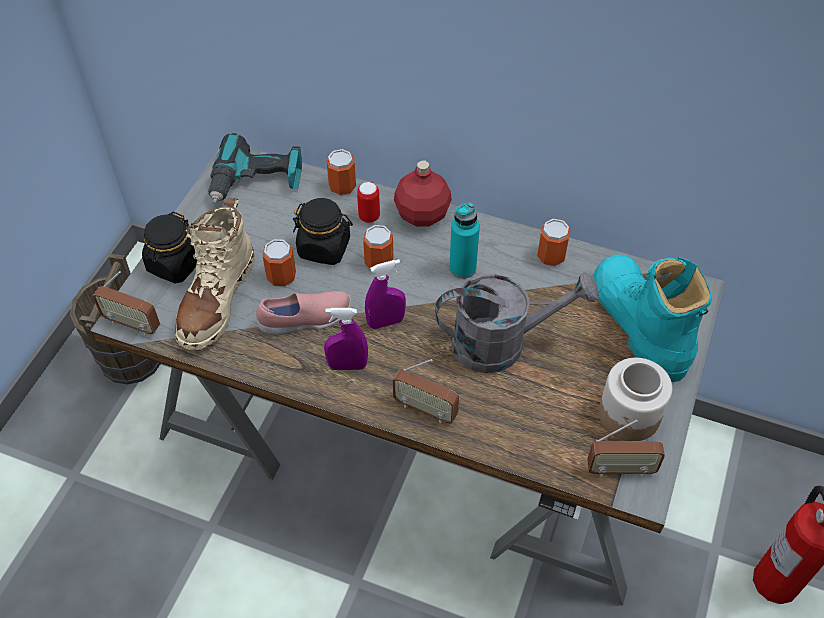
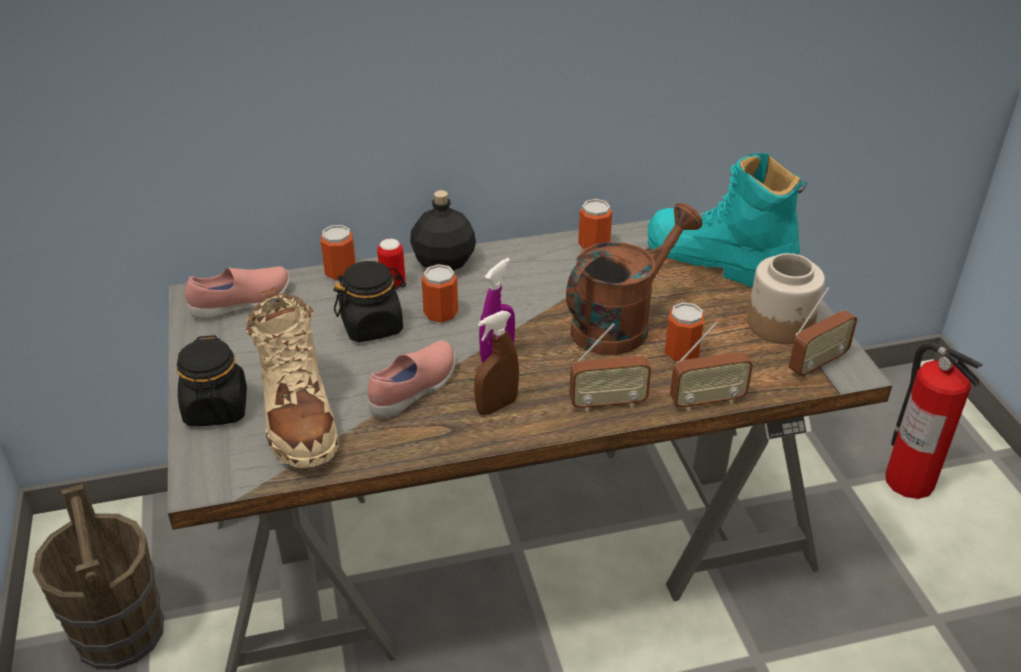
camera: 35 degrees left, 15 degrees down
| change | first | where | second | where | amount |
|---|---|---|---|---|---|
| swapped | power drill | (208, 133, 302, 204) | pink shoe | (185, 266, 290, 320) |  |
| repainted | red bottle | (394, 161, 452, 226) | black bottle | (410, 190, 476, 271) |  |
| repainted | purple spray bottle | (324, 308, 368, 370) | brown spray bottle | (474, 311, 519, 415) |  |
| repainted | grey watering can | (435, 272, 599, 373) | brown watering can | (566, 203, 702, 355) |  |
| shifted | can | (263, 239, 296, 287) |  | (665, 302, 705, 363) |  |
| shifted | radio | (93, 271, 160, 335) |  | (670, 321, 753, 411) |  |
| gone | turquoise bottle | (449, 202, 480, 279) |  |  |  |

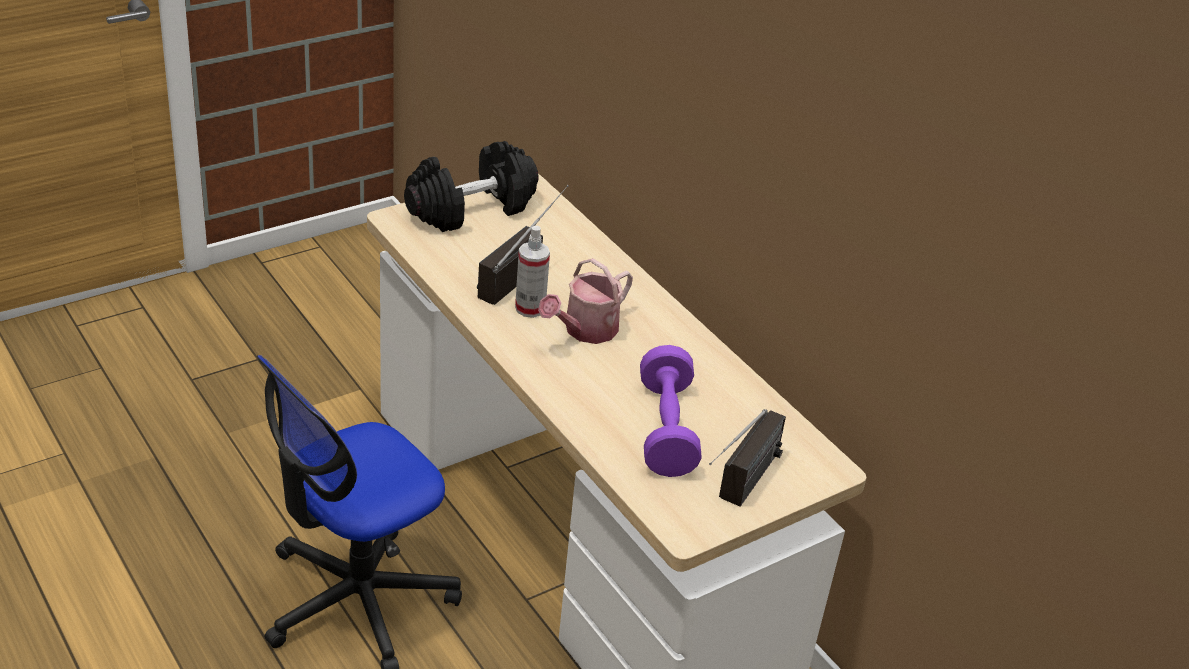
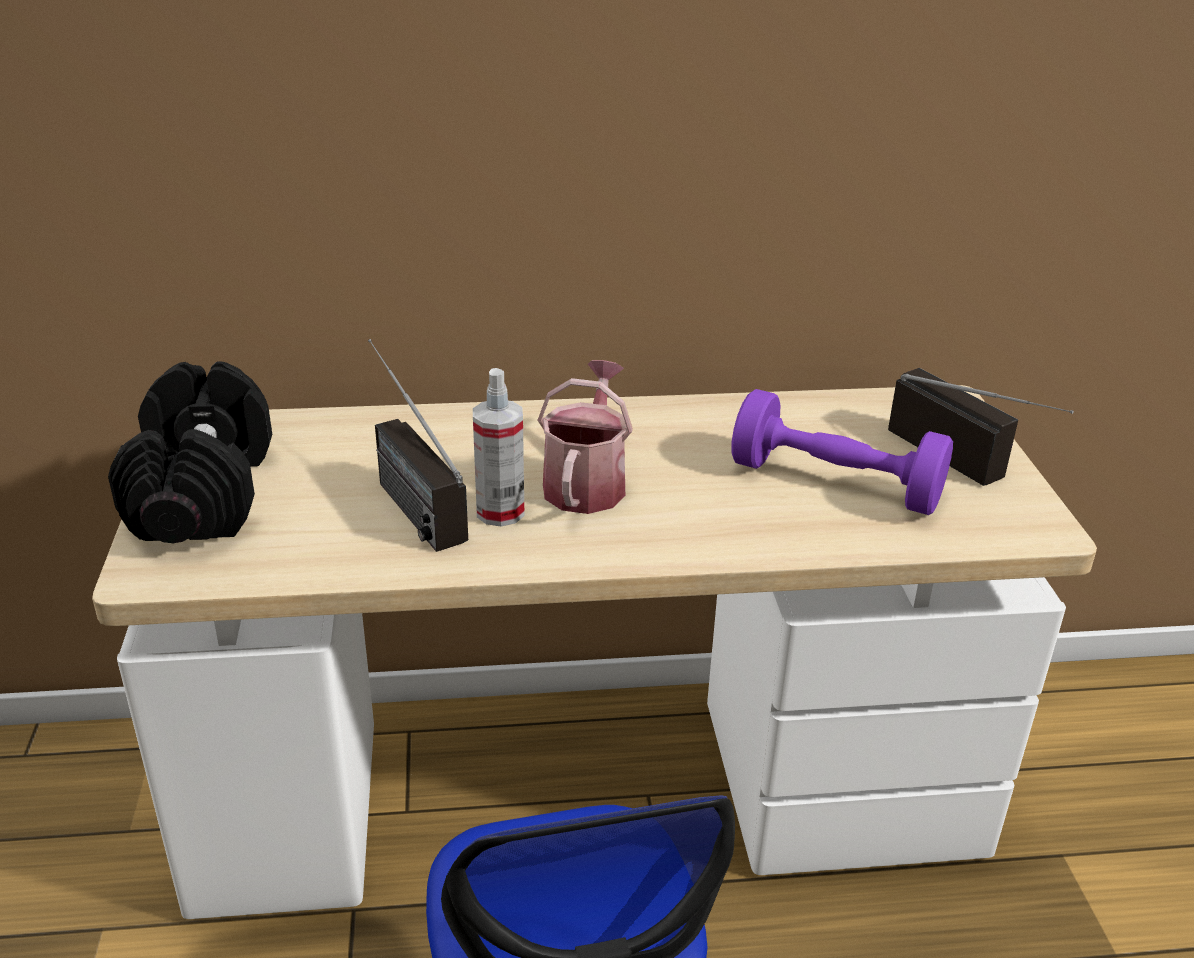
camera: 60 degrees left, 5 degrees down
| change | first | where | second | where | amount |
|---|---|---|---|---|---|
| rotated | watering can | (538, 258, 633, 344) |  | (537, 360, 633, 514) | 150 degrees counterclockwise |

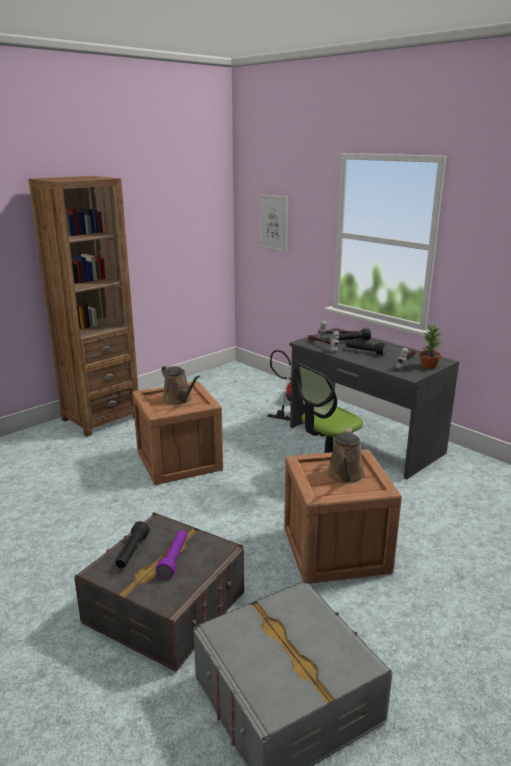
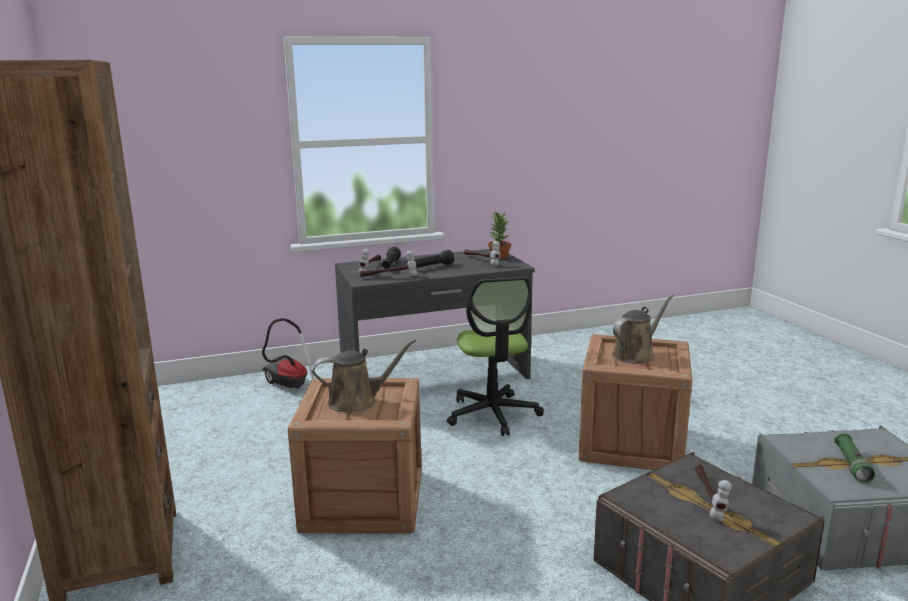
camera: 65 degrees left, 5 degrees down
| change | first | where | second | where | amount |
|---|---|---|---|---|---|
| rotated | brown watering can | (327, 428, 365, 483) |  | (612, 294, 674, 363) | 75 degrees counterclockwise |
| swapped | purple flashlight | (156, 530, 187, 579) | hammer | (695, 465, 732, 521) |  |
| new |  |  | green flashlight | (834, 433, 875, 483) |  |
| gone | black flashlight | (116, 521, 150, 568) |  |  |  |
| gone | picture | (260, 194, 288, 253) |  |  |  |

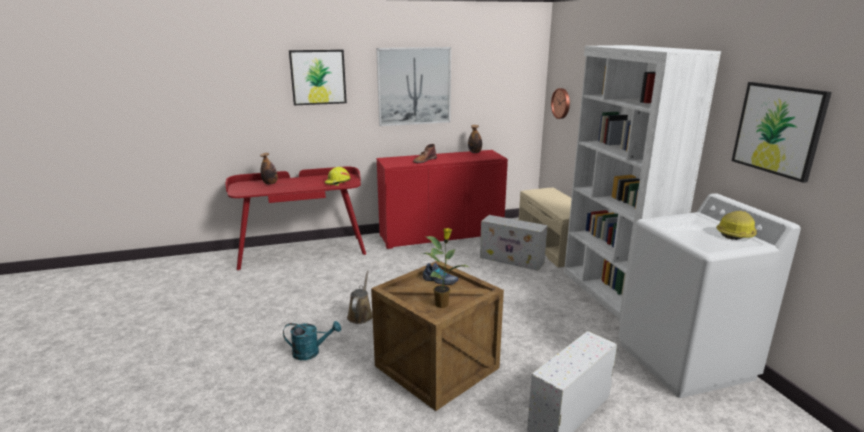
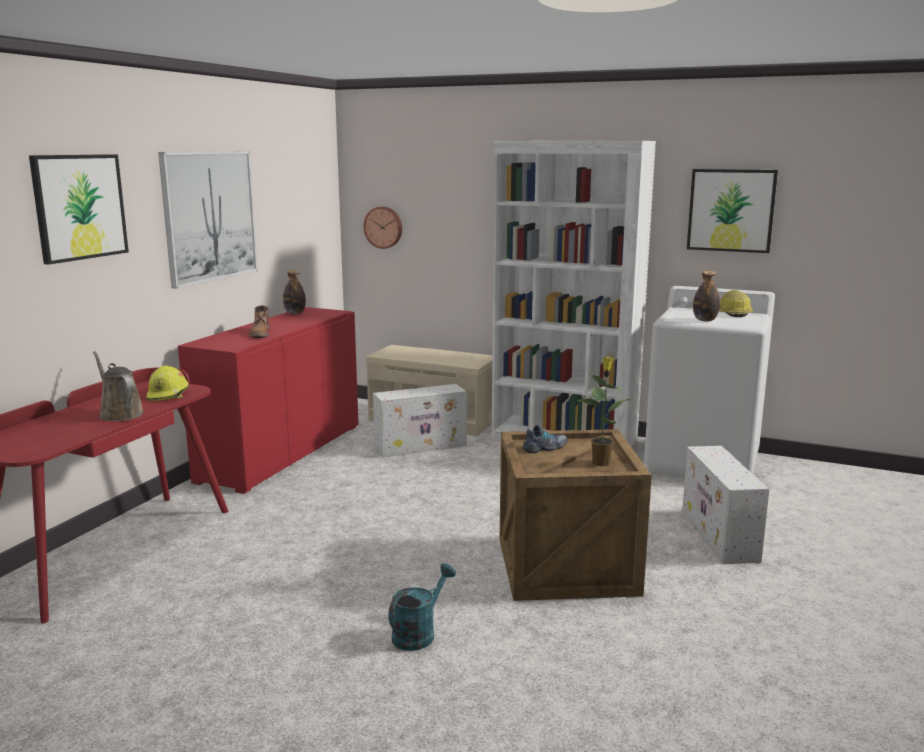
camera: 50 degrees left, 5 degrees down
| change | first | where | second | where | amount |
|---|---|---|---|---|---|
| shifted | brown watering can | (347, 271, 373, 324) |  | (93, 351, 144, 421) |  |
| shifted | bottle | (260, 153, 278, 184) |  | (693, 270, 720, 321) |  |

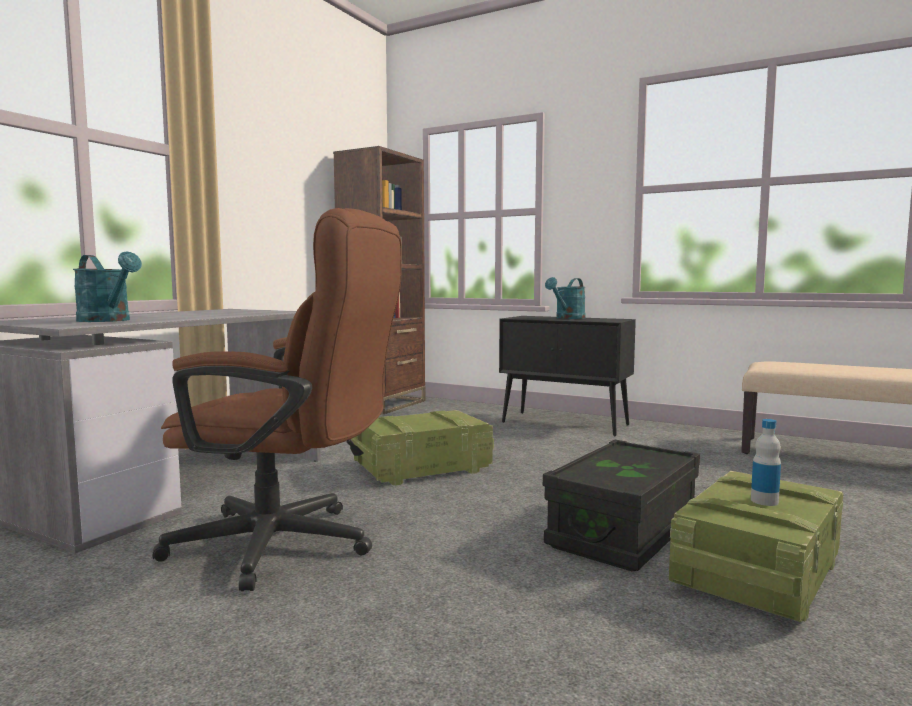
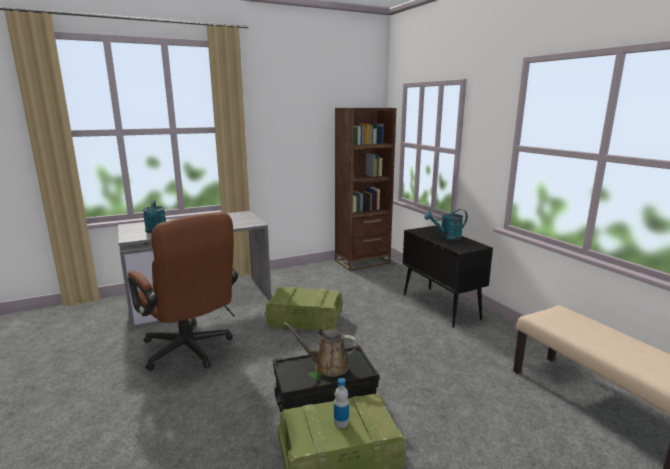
camera: 35 degrees right, 10 degrees up
| change | first | where | second | where | amount |
|---|---|---|---|---|---|
| new |  |  | brown watering can | (284, 322, 358, 377) |  |

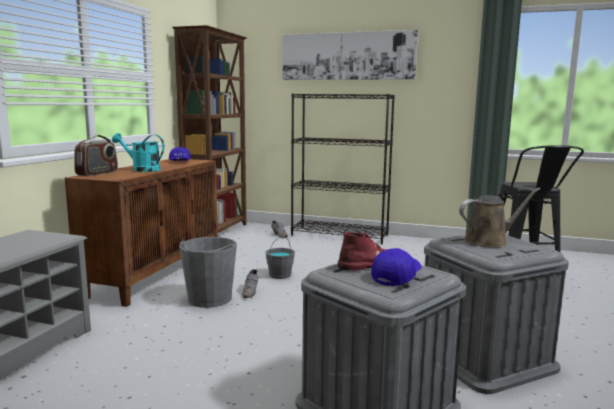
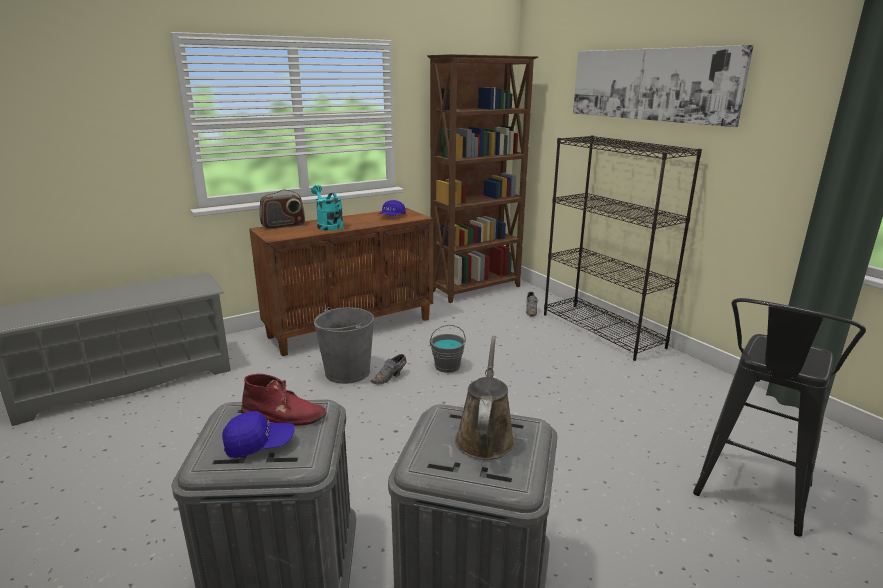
camera: 40 degrees right, 10 degrees up
| change | first | where | second | where | amount |
|---|---|---|---|---|---|
| rotated | brown watering can | (459, 188, 541, 247) |  | (455, 336, 515, 460) | 105 degrees counterclockwise |

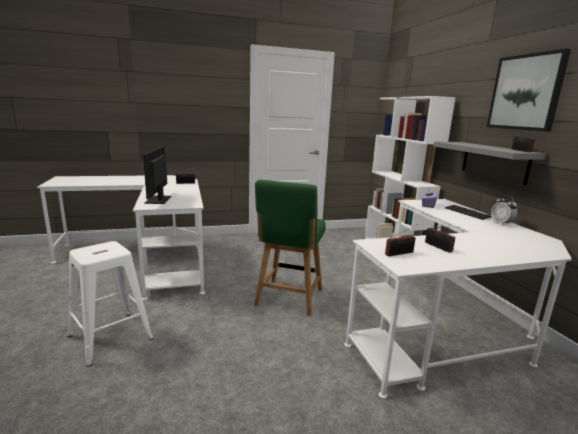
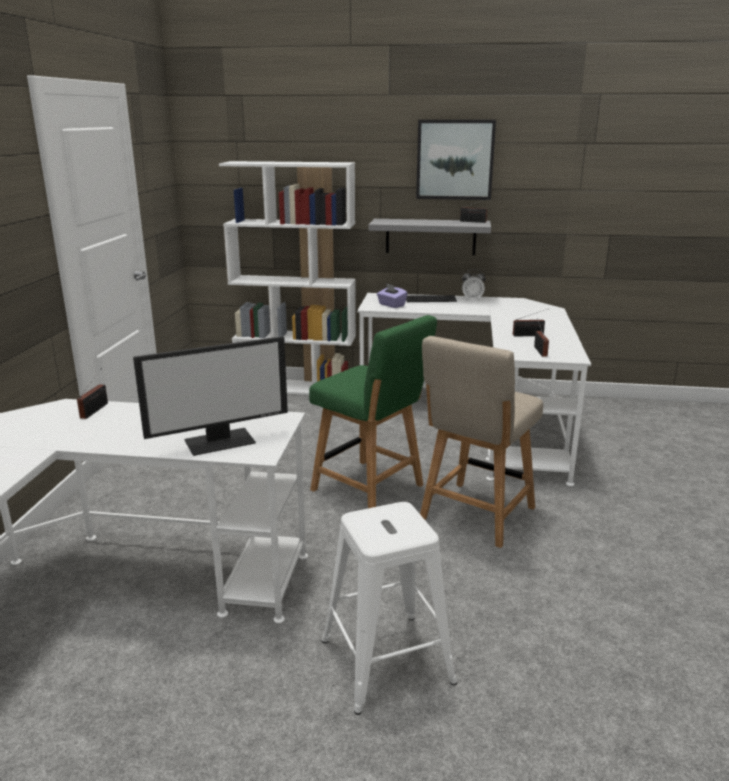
camera: 65 degrees left, 5 degrees up
| change | first | where | second | where | amount |
|---|---|---|---|---|---|
| rotated | monitor | (143, 146, 172, 204) |  | (133, 336, 288, 456) | 45 degrees counterclockwise |
| new |  |  | beige chair | (420, 336, 543, 548) |  |

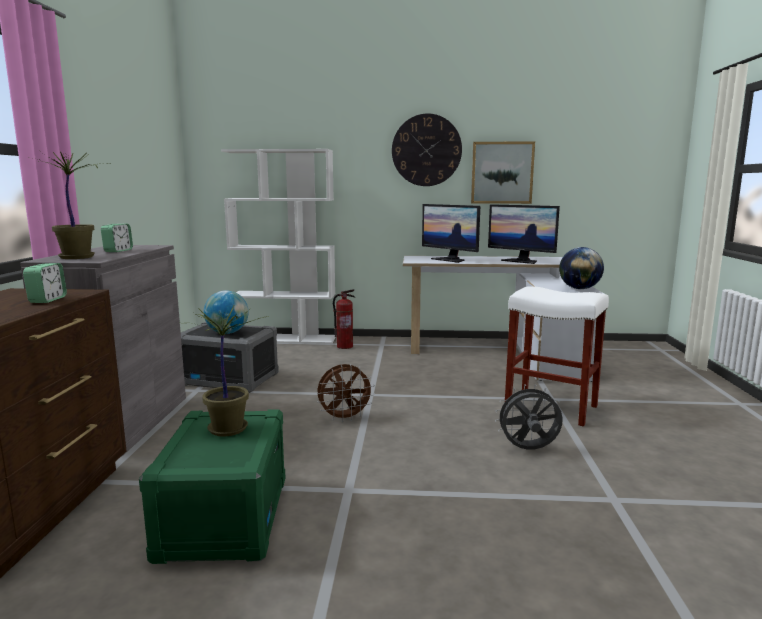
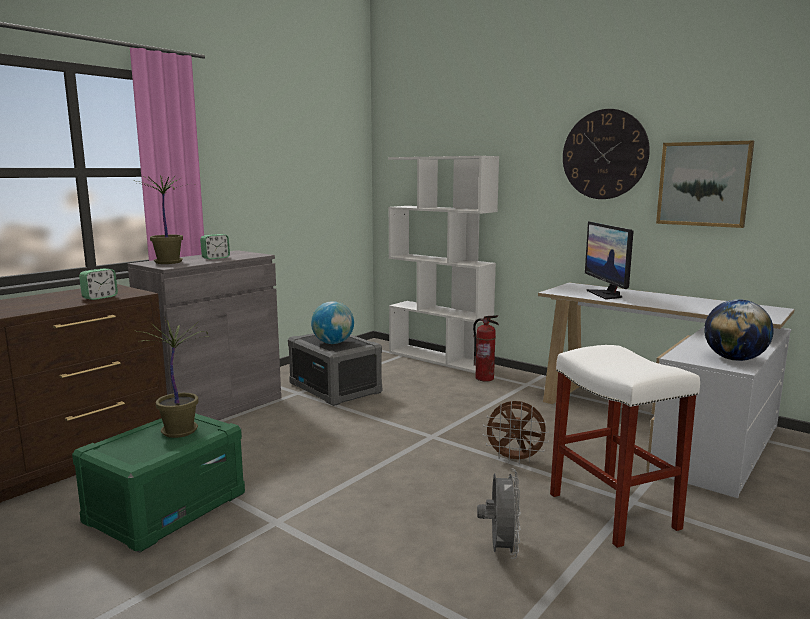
camera: 35 degrees right, 0 degrees up
| change | first | where | second | where | amount |
|---|---|---|---|---|---|
| rotated | grey fan | (495, 384, 563, 449) |  | (477, 468, 521, 559) | 60 degrees clockwise |
| shifted | brown fan | (317, 364, 375, 422) |  | (483, 401, 549, 464) |  |
| gone | monitor | (488, 204, 560, 264) |  |  |  |

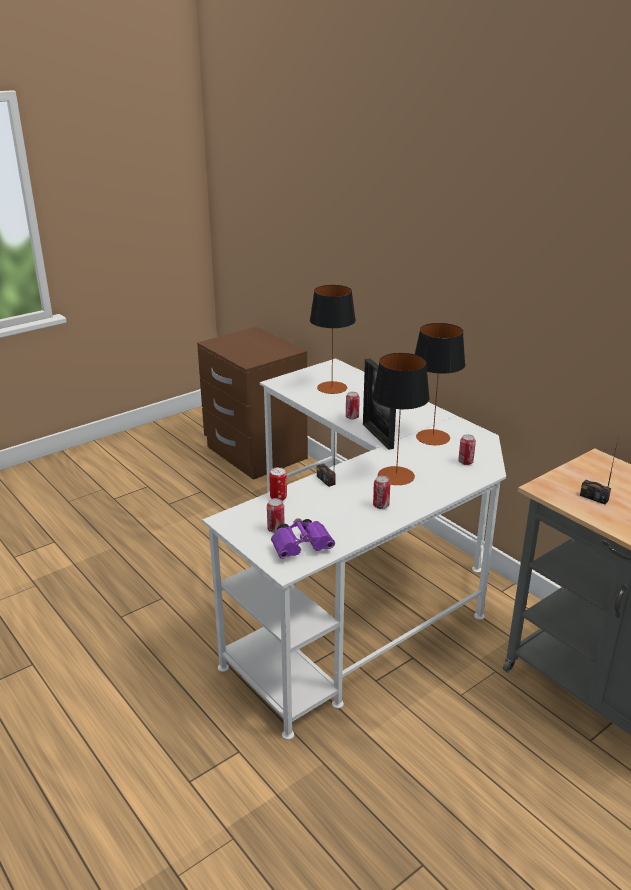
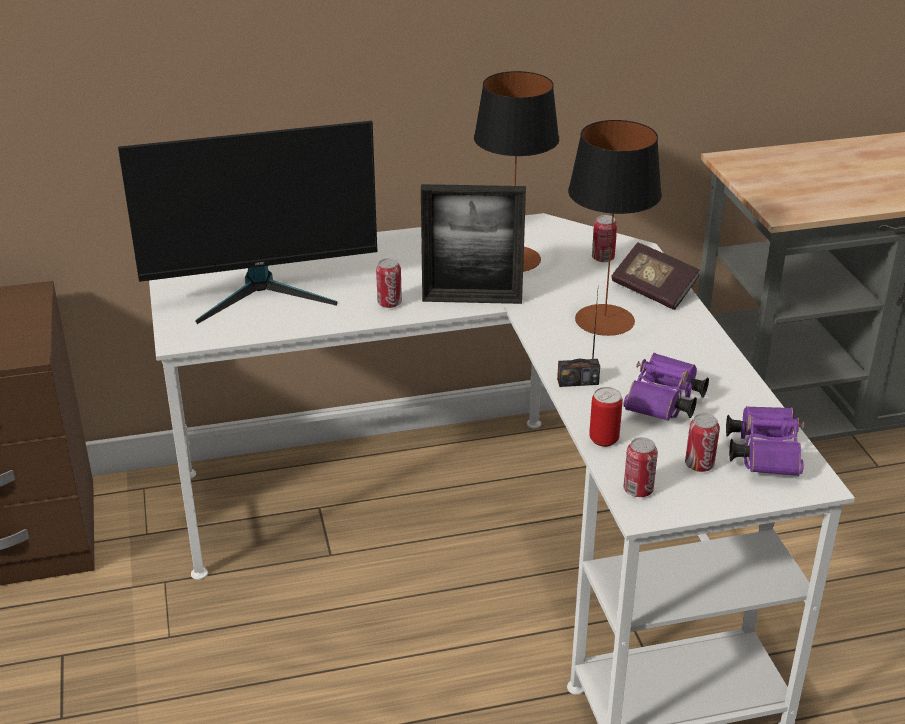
camera: 65 degrees left, 5 degrees up
| change | first | where | second | where | amount |
|---|---|---|---|---|---|
| swapped | table lamp | (310, 285, 356, 394) | monitor | (118, 121, 377, 324) |  |
| new |  |  | book | (611, 243, 700, 310) |  |
| new |  |  | purple binoculars | (623, 353, 709, 421) |  |
| shifted | can | (373, 476, 391, 509) |  | (624, 437, 658, 497) |  |
| gone | radio | (580, 440, 618, 504) |  |  |  |

